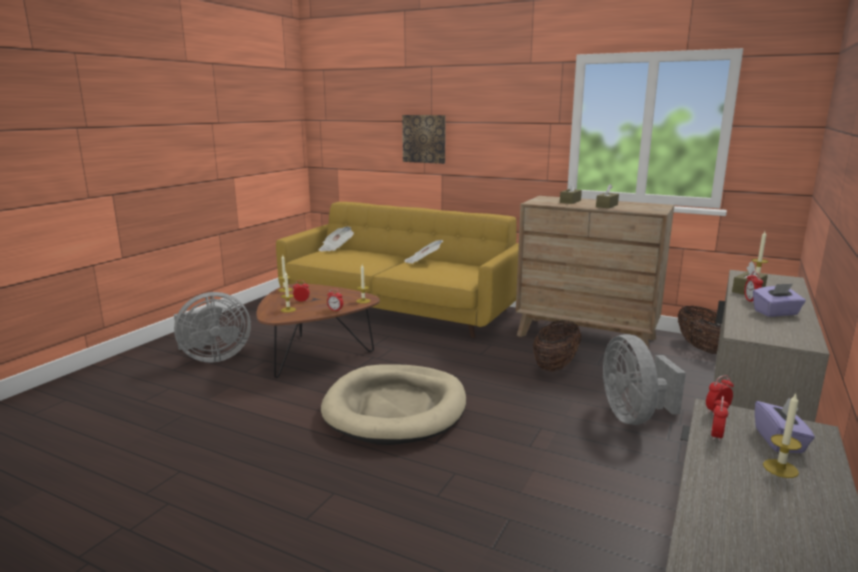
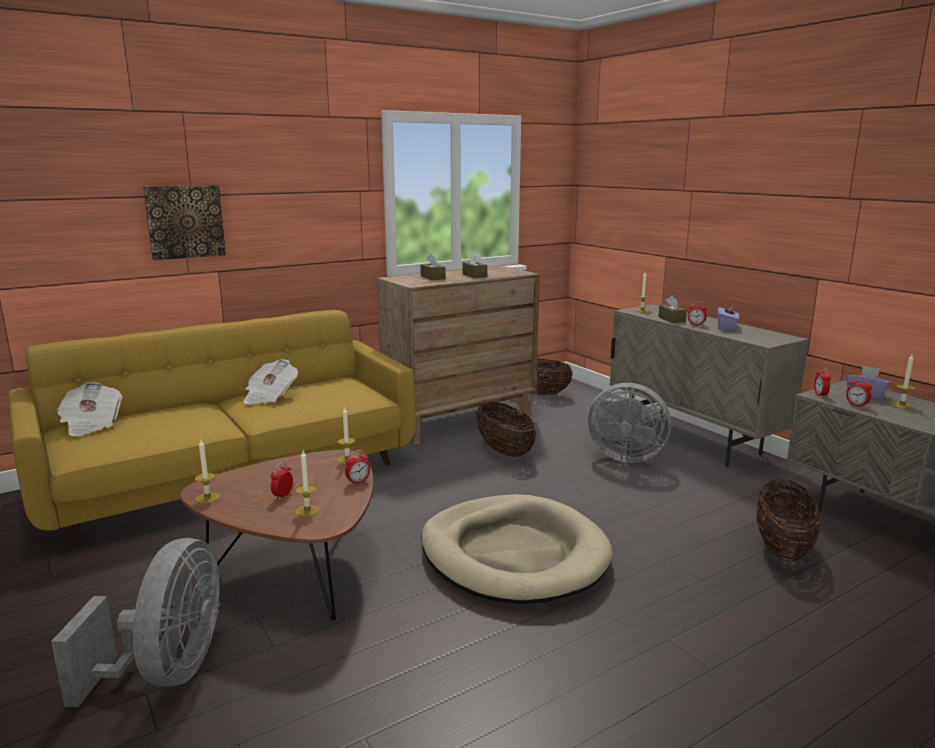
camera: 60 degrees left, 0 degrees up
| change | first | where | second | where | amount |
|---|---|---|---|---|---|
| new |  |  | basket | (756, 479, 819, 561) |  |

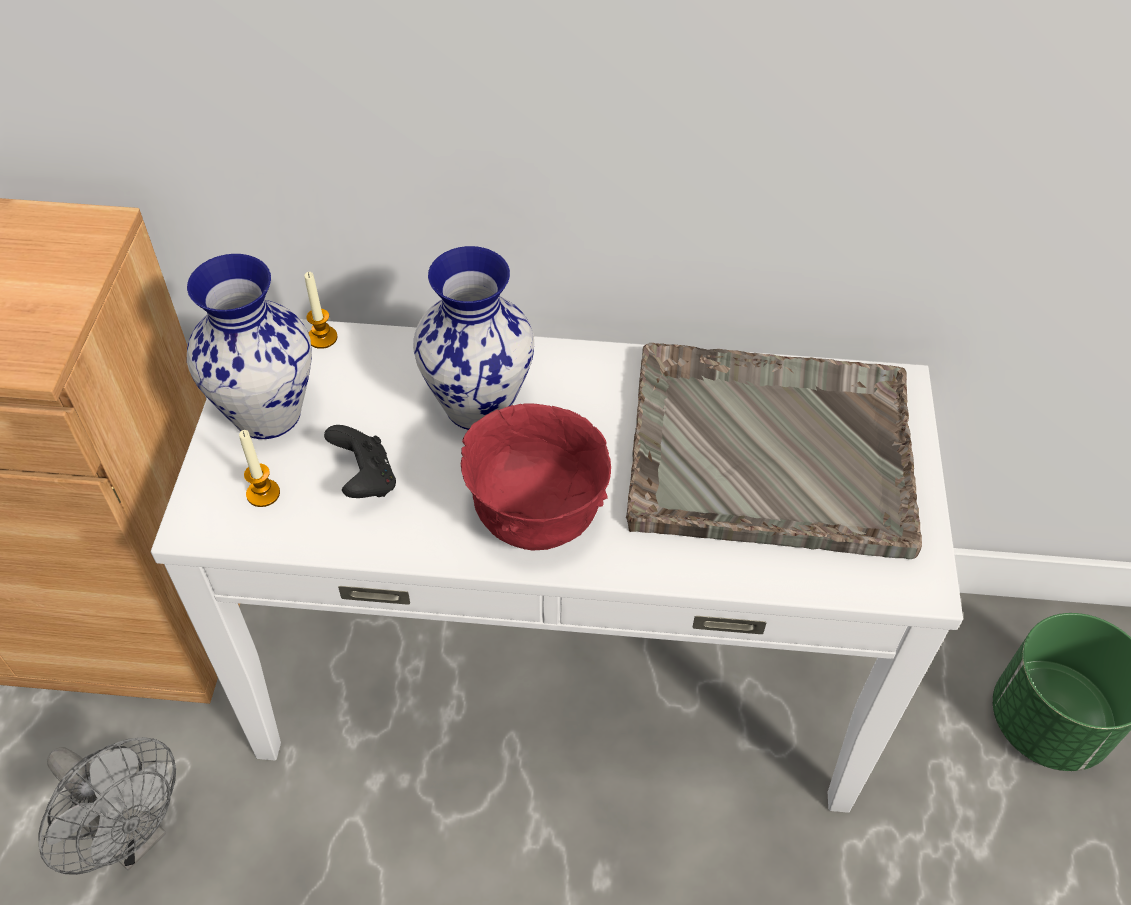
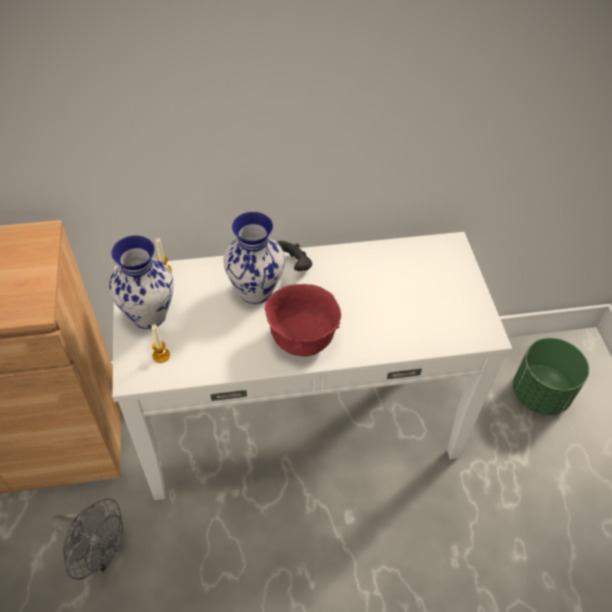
camera: 15 degrees left, 0 degrees up
| change | first | where | second | where | amount |
|---|---|---|---|---|---|
| shifted | black game controller | (324, 425, 396, 498) |  | (277, 241, 312, 271) |  |
| gone | grey tray | (626, 343, 922, 559) |  |  |  |

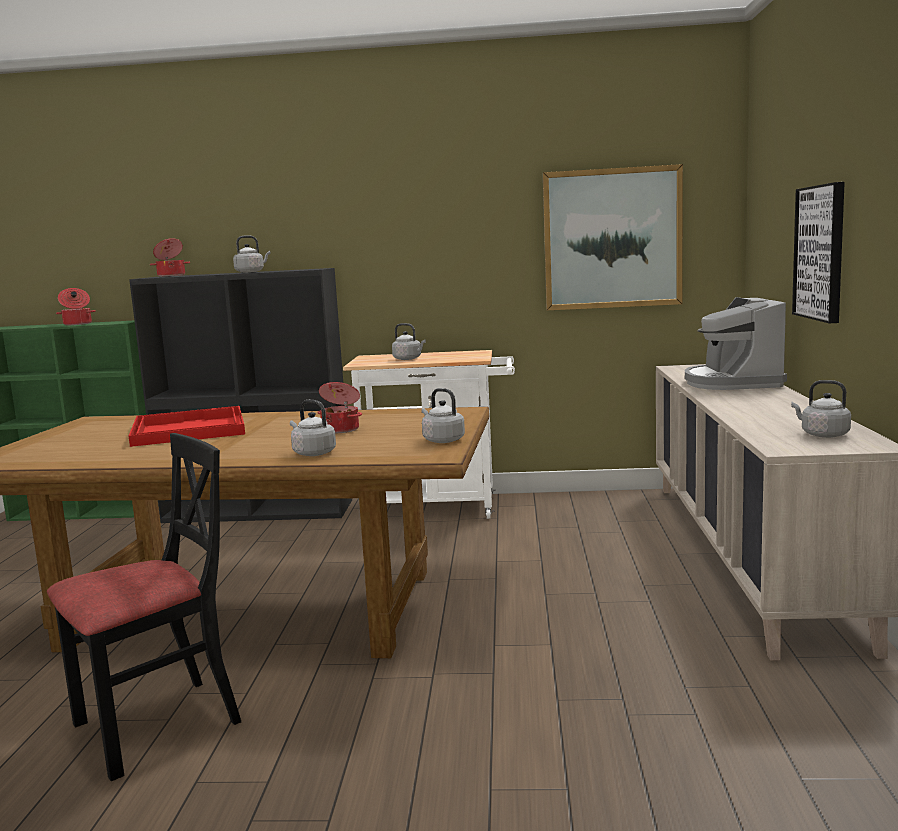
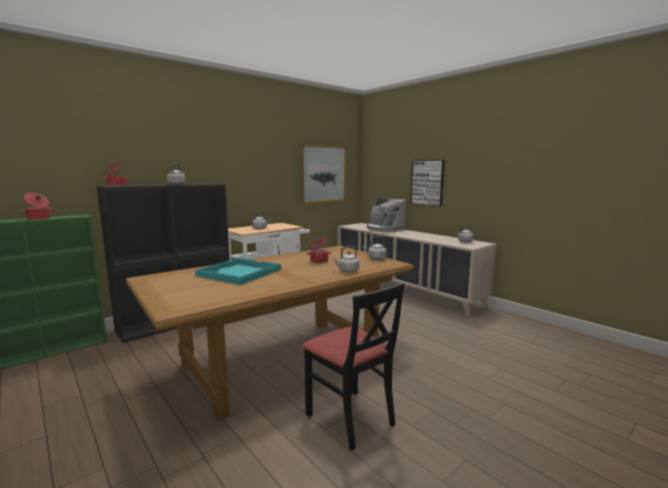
camera: 45 degrees left, 0 degrees up
| change | first | where | second | where | amount |
|---|---|---|---|---|---|
| repainted | red tray | (129, 406, 245, 447) | turquoise tray | (195, 258, 281, 285) |  |
| rotated | black chair | (47, 433, 241, 781) |  | (302, 283, 405, 451) | 135 degrees clockwise |

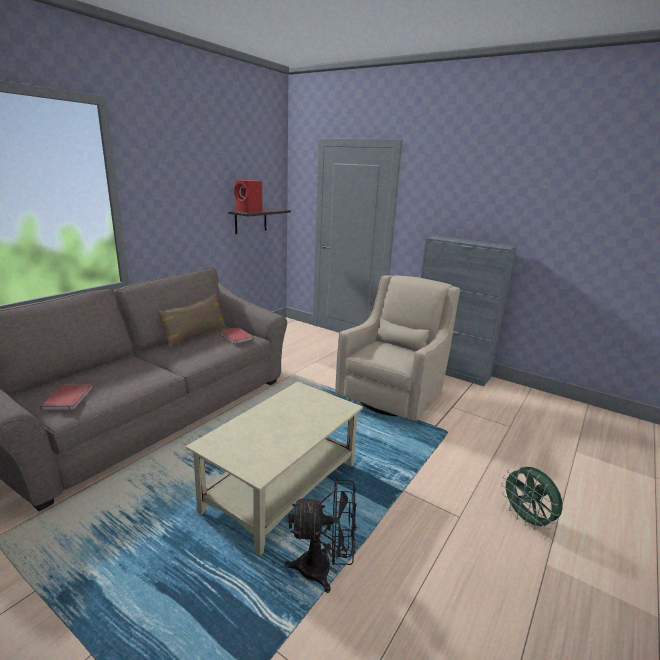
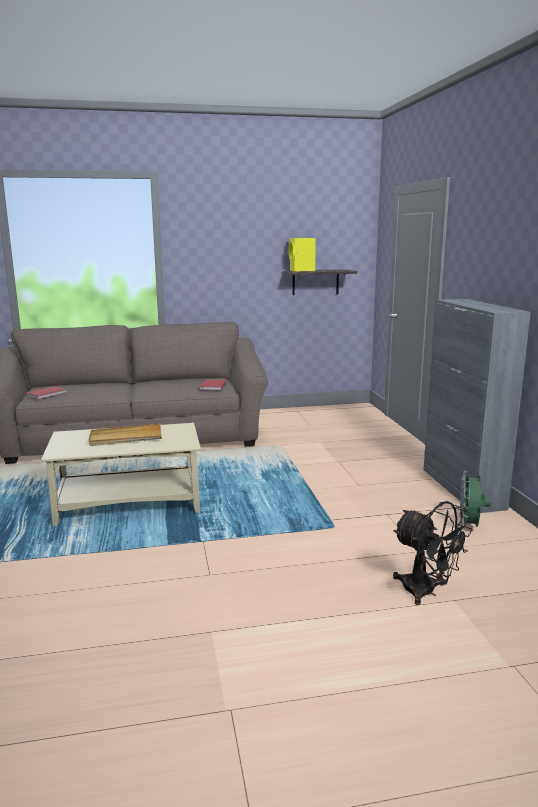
camera: 45 degrees right, 5 degrees down
| change | first | where | second | where | amount |
|---|---|---|---|---|---|
| new |  |  | beige tray | (88, 424, 162, 446) |  |
| repainted | red speaker | (234, 180, 262, 213) | yellow speaker | (289, 238, 316, 271) |  |
| shifted | black fan | (284, 479, 357, 593) |  | (393, 501, 472, 605) |  |
| shifted | green fan | (501, 467, 563, 530) |  | (460, 471, 491, 530) |  |
| gone | brown pillow | (158, 294, 227, 349) |  |  |  |
| gone | beige armchair | (335, 275, 460, 421) |  |  |  |

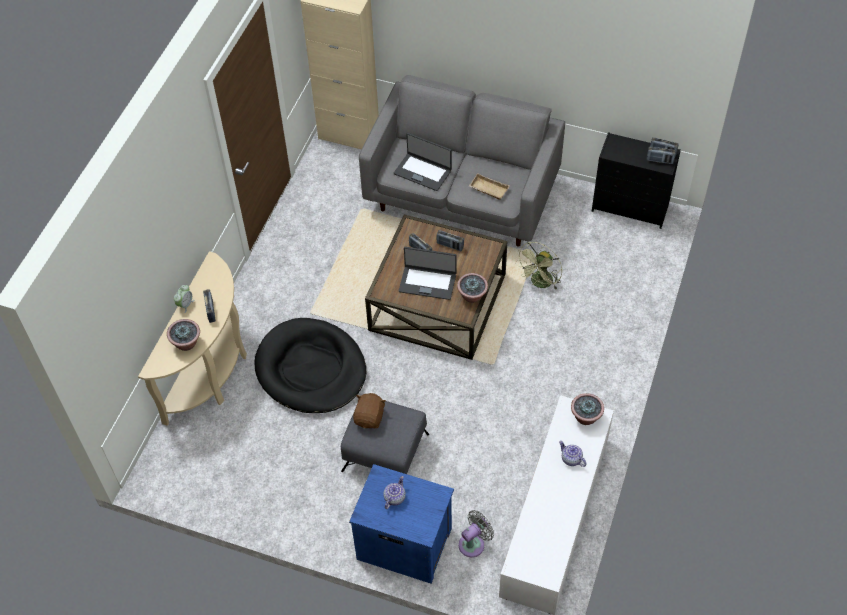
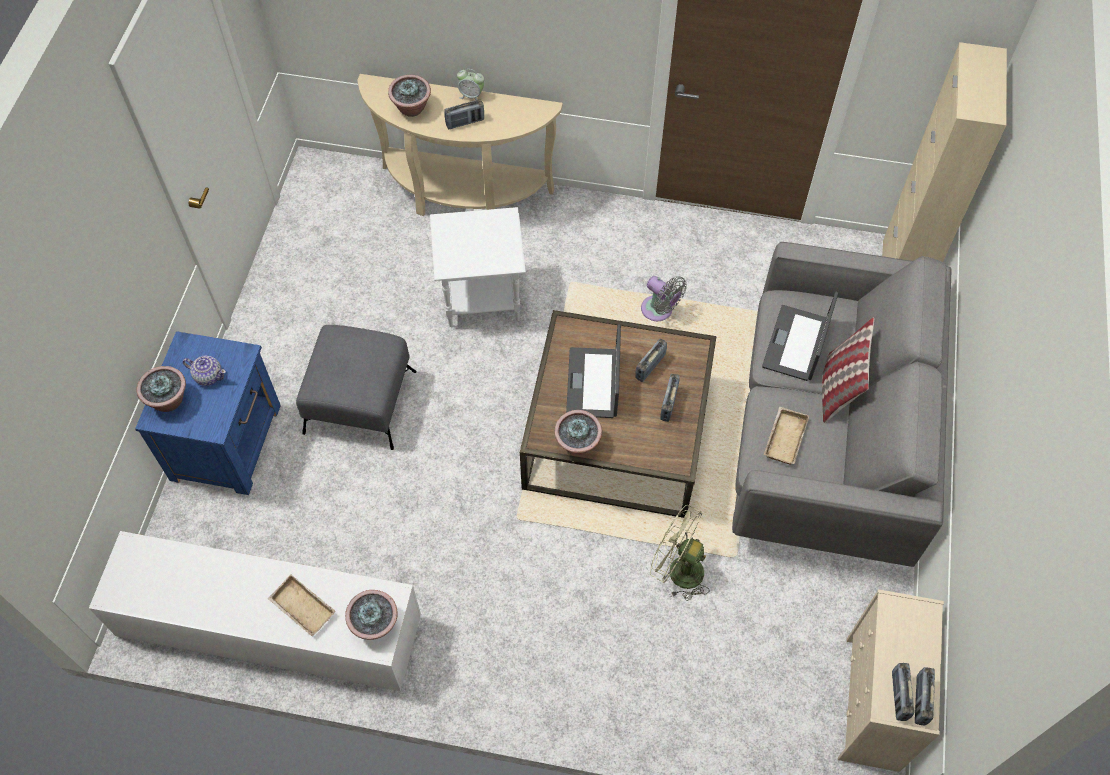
camera: 80 degrees right, 5 degrees up
| change | first | where | second | where | amount |
|---|---|---|---|---|---|
| new |  |  | potted plant | (137, 366, 186, 412) |  |
| swapped | teapot | (559, 441, 587, 467) | beige tray | (267, 575, 335, 637) |  |
| swapped | black dog bed | (254, 318, 366, 413) | white side table | (430, 207, 526, 327) |  |
| shifted | grey fan | (459, 510, 494, 557) |  | (641, 276, 687, 321) |  |
| new |  |  | pillow | (822, 318, 874, 423) |  |
| repainted | black dresser | (592, 132, 681, 229) | beige dresser | (838, 589, 944, 772) |  |
| gone | brown plush toy | (353, 393, 386, 428) |  |  |  |

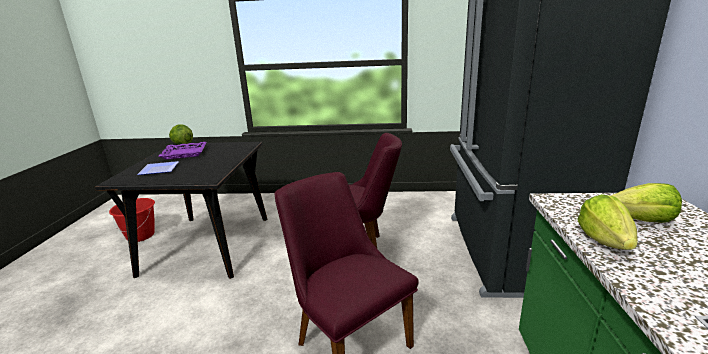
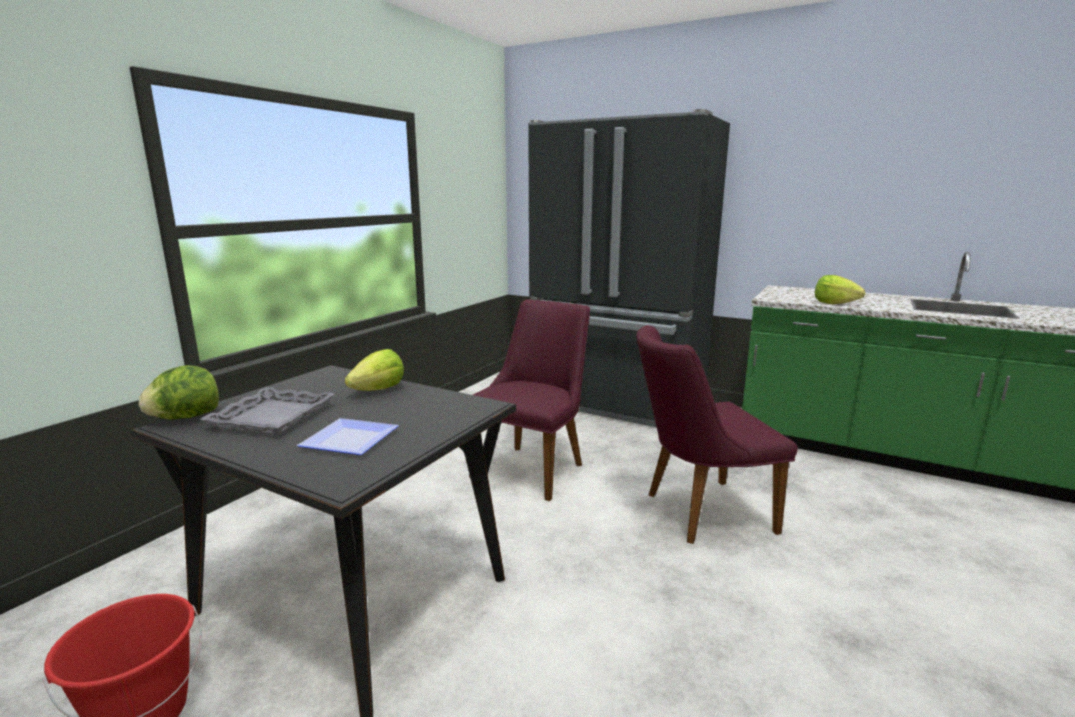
camera: 65 degrees left, 5 degrees down
| change | first | where | second | where | amount |
|---|---|---|---|---|---|
| repainted | purple tray | (159, 142, 207, 160) | grey tray | (200, 387, 335, 435) |  |
| shifted | lettuce | (611, 183, 682, 223) |  | (345, 349, 404, 391) |  |

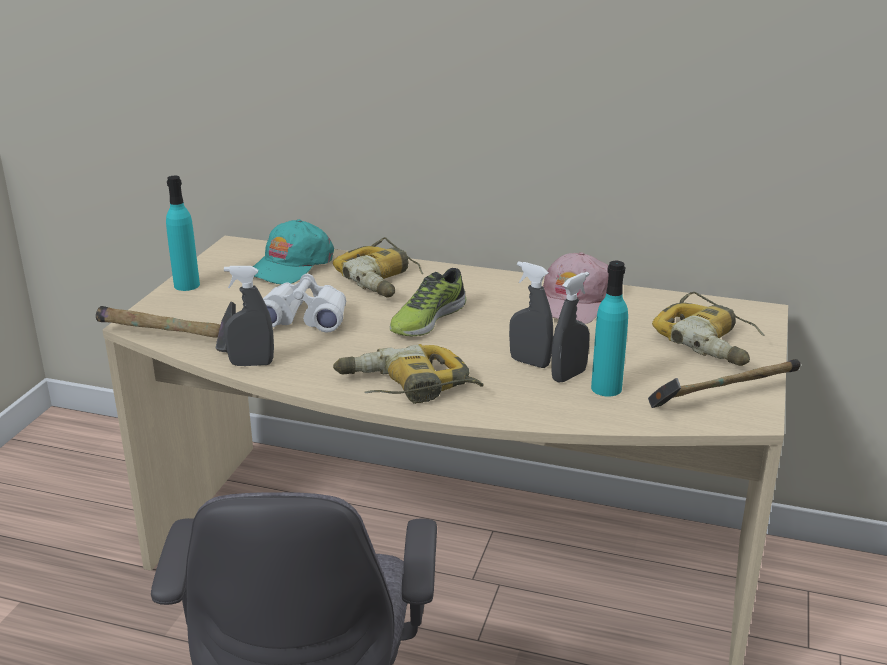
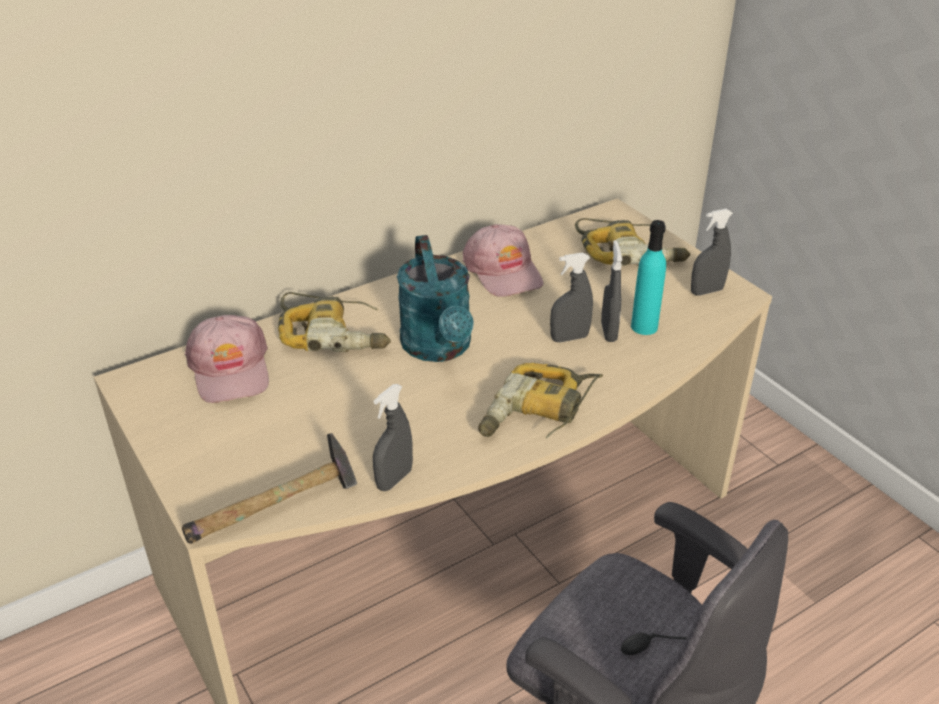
camera: 50 degrees left, 10 degrees up
| change | first | where | second | where | amount |
|---|---|---|---|---|---|
| repainted | turquoise cap | (253, 219, 334, 285) | pink cap | (185, 315, 269, 403) |  |
| swapped | shoe | (390, 268, 466, 336) | turquoise watering can | (397, 235, 474, 362) |  |
| swapped | hammer | (648, 359, 801, 408) | grey spray bottle | (691, 209, 733, 296) |  |
| gone | turquoise bottle | (166, 176, 200, 291) |  |  |  |
| gone | white binoculars | (263, 274, 346, 333) |  |  |  |

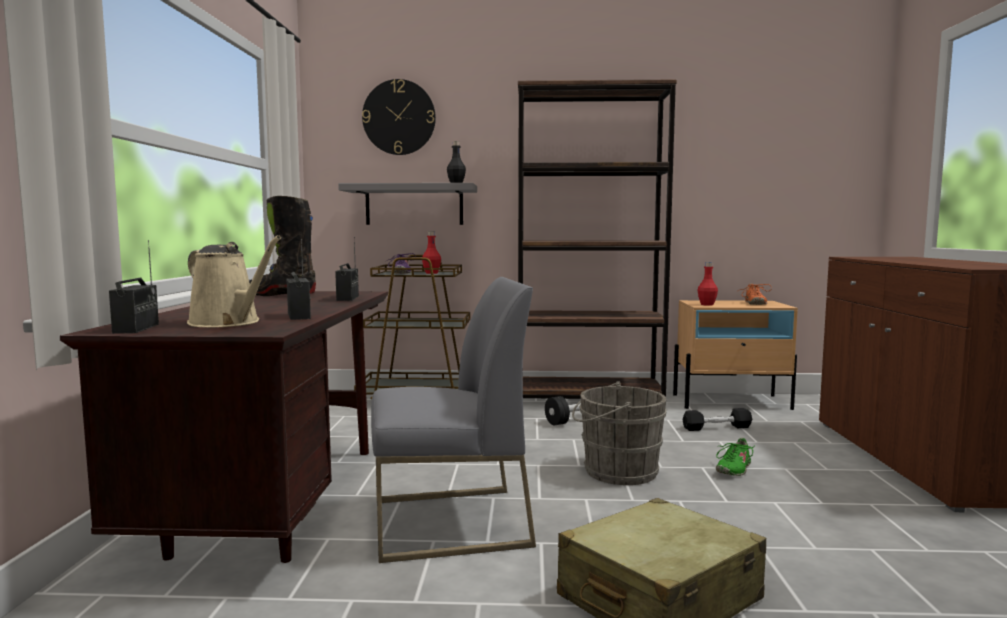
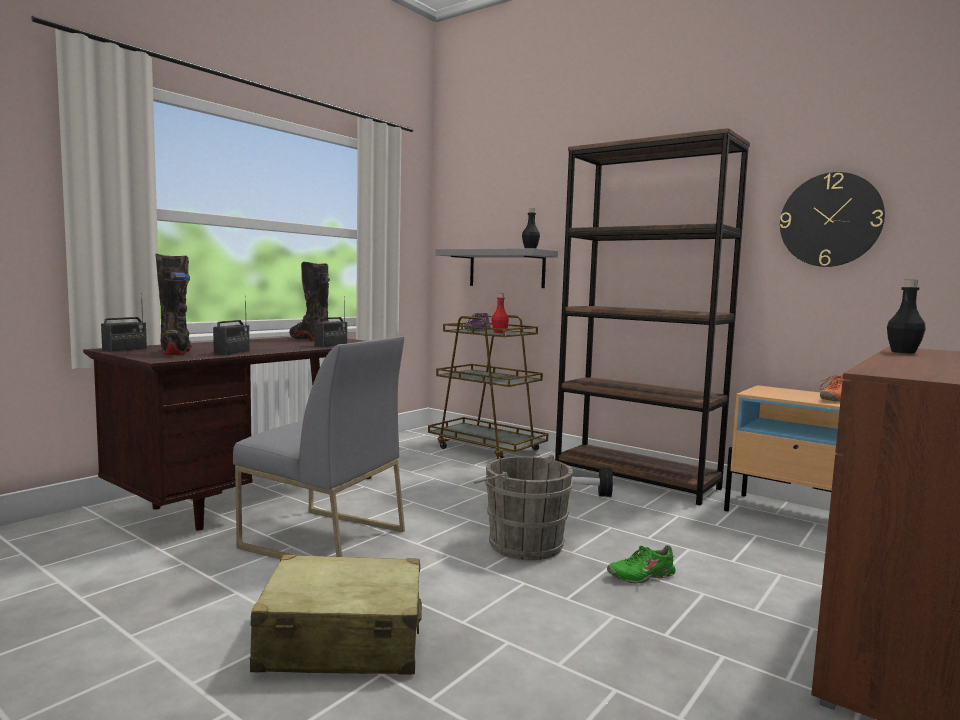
camera: 35 degrees right, 0 degrees up
| change | first | where | second | where | amount |
|---|---|---|---|---|---|
| swapped | beige watering can | (187, 235, 281, 328) | black boot | (155, 253, 192, 355) |  |
| shifted | wall clock | (362, 79, 436, 155) |  | (780, 172, 885, 267) |  |
| new |  |  | black bottle | (887, 280, 926, 353) |  |
| gone | black dumbbell | (682, 408, 753, 431) |  |  |  |
| gone | red bottle | (698, 262, 718, 306) |  |  |  |

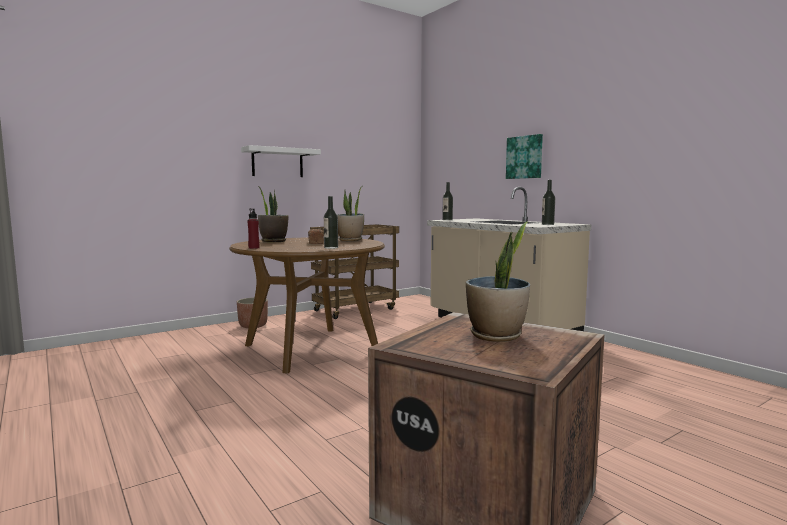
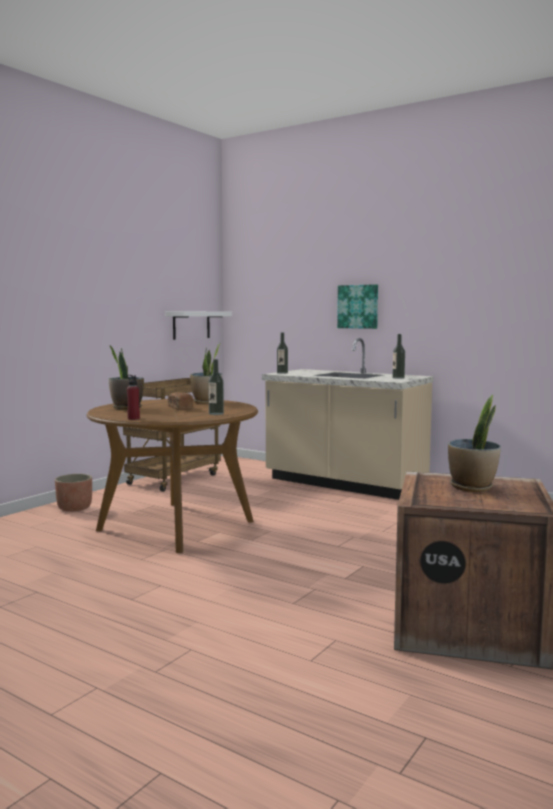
camera: 20 degrees left, 0 degrees up
| change | first | where | second | where | amount |
|---|---|---|---|---|---|
| shifted | white shelf | (241, 145, 321, 177) |  | (166, 311, 232, 340) |  |

